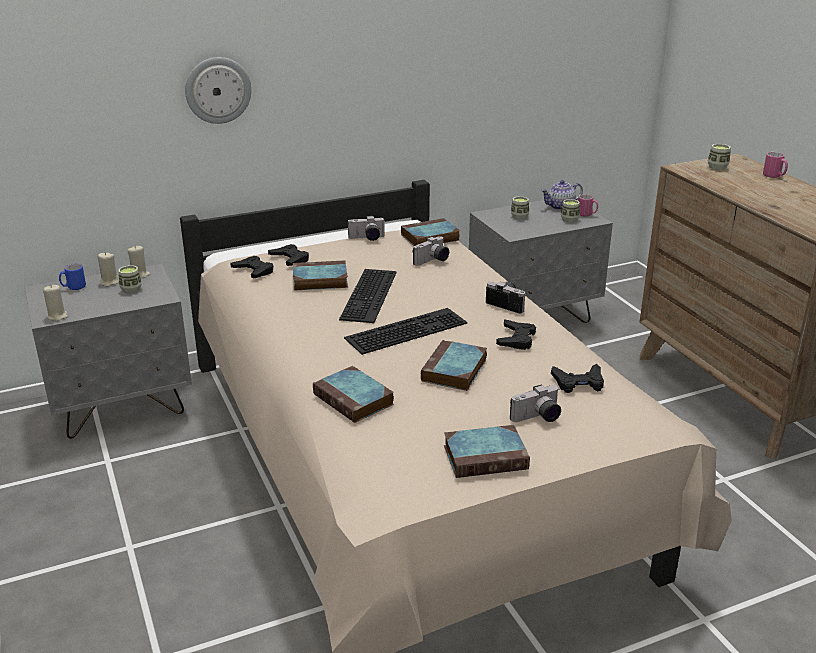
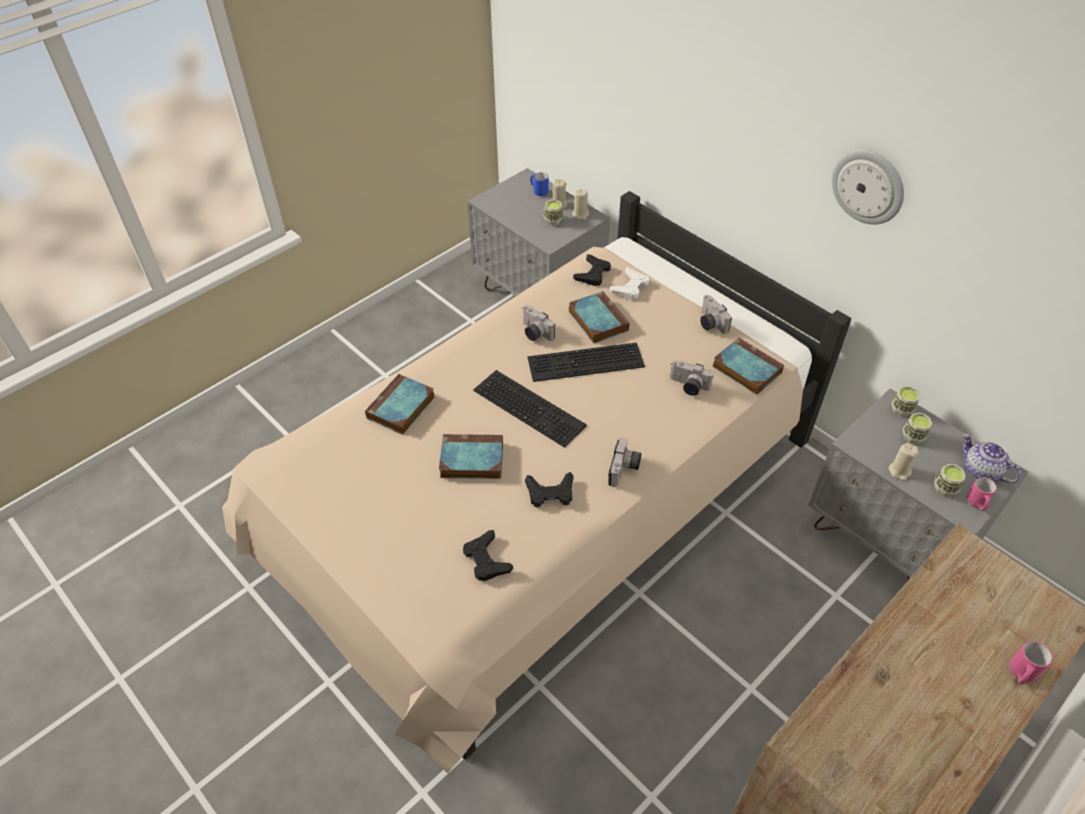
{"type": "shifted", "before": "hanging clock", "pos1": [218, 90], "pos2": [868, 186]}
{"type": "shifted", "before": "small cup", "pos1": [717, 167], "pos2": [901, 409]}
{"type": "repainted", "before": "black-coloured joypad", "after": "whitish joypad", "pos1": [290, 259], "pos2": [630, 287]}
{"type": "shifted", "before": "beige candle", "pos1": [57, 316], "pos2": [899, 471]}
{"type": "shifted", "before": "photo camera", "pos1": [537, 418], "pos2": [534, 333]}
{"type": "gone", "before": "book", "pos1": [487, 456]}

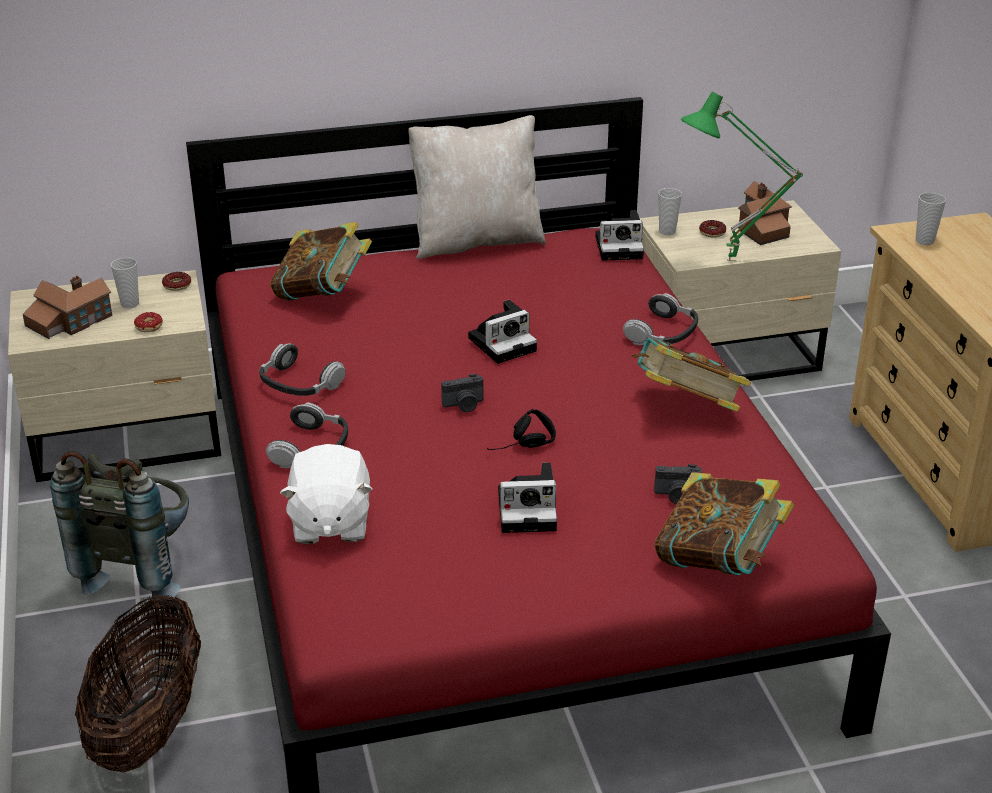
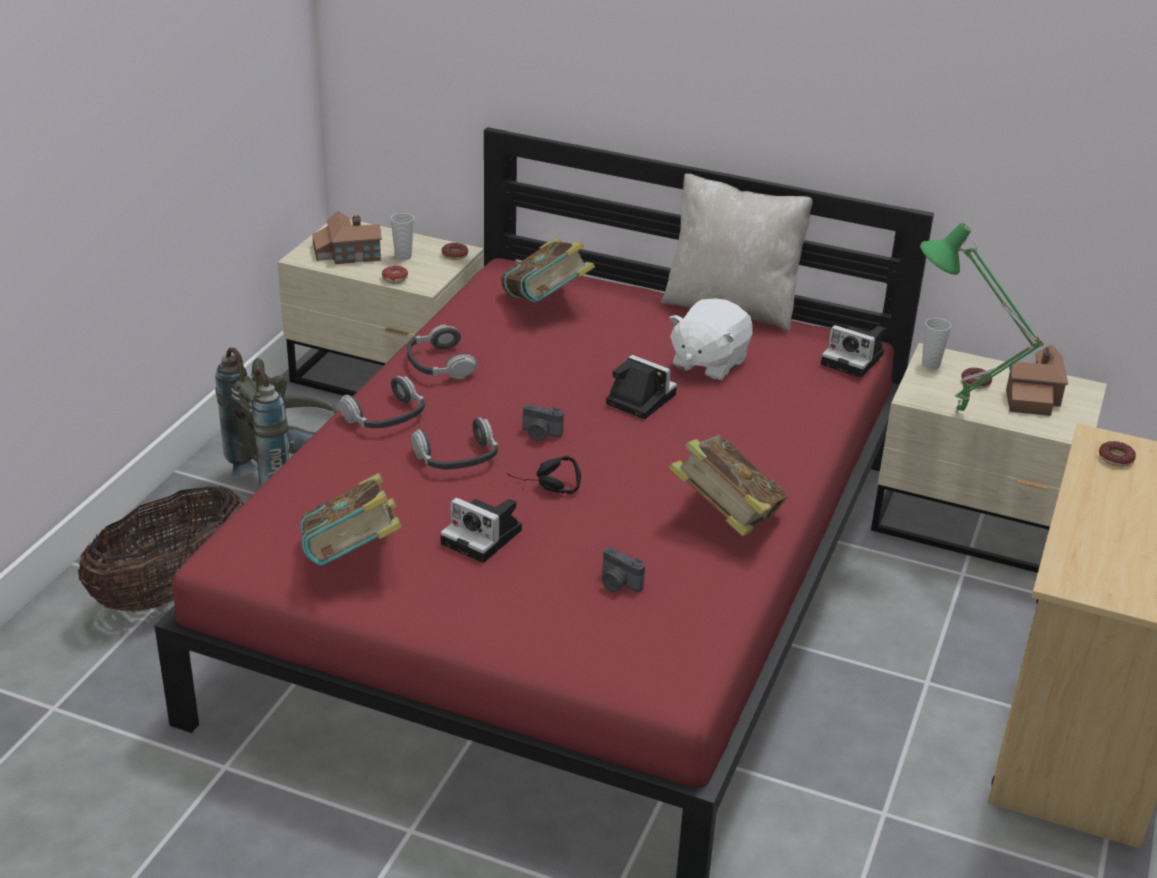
{"type": "swapped", "before": "small cup", "after": "doughnut", "pos1": [924, 241], "pos2": [1115, 458]}
{"type": "shifted", "before": "headset", "pos1": [663, 333], "pos2": [457, 457]}
{"type": "rotated", "before": "photo camera", "pos1": [504, 343], "pos2": [638, 399], "turn": -150}
{"type": "shifted", "before": "whitish soft toy", "pos1": [329, 523], "pos2": [708, 363]}
{"type": "shifted", "before": "book", "pos1": [719, 562], "pos2": [353, 558]}

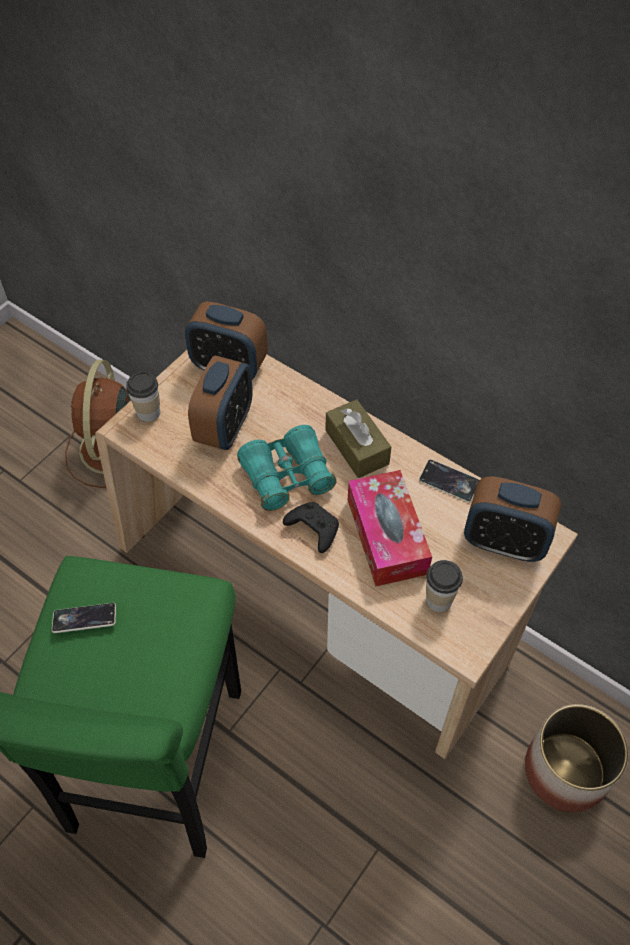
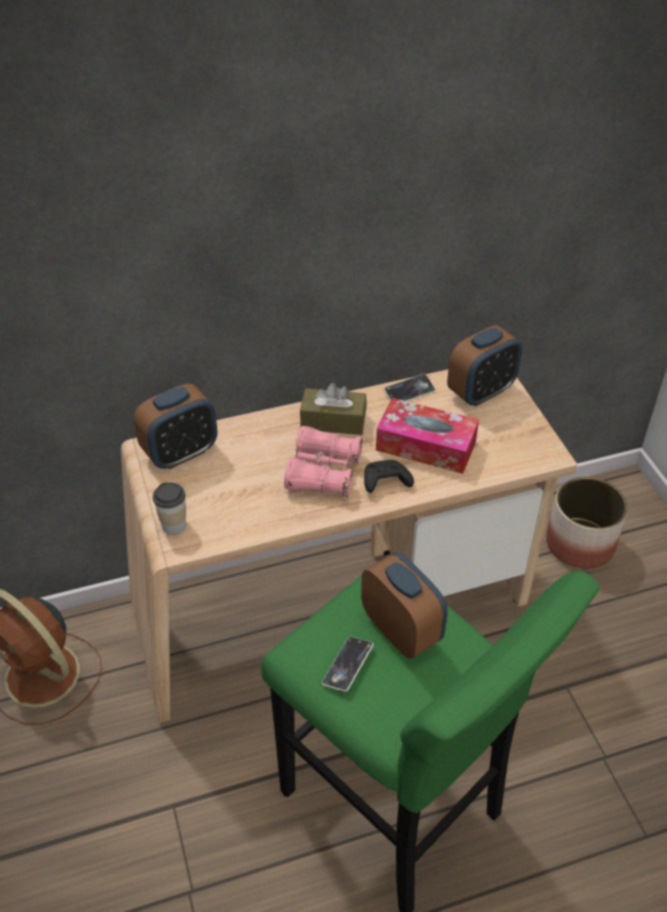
{"type": "shifted", "before": "alarm clock", "pos1": [225, 427], "pos2": [401, 630]}
{"type": "repainted", "before": "blue-green field glasses", "after": "pink-coloured field glasses", "pos1": [287, 476], "pos2": [323, 472]}
{"type": "gone", "before": "small cup", "pos1": [439, 600]}

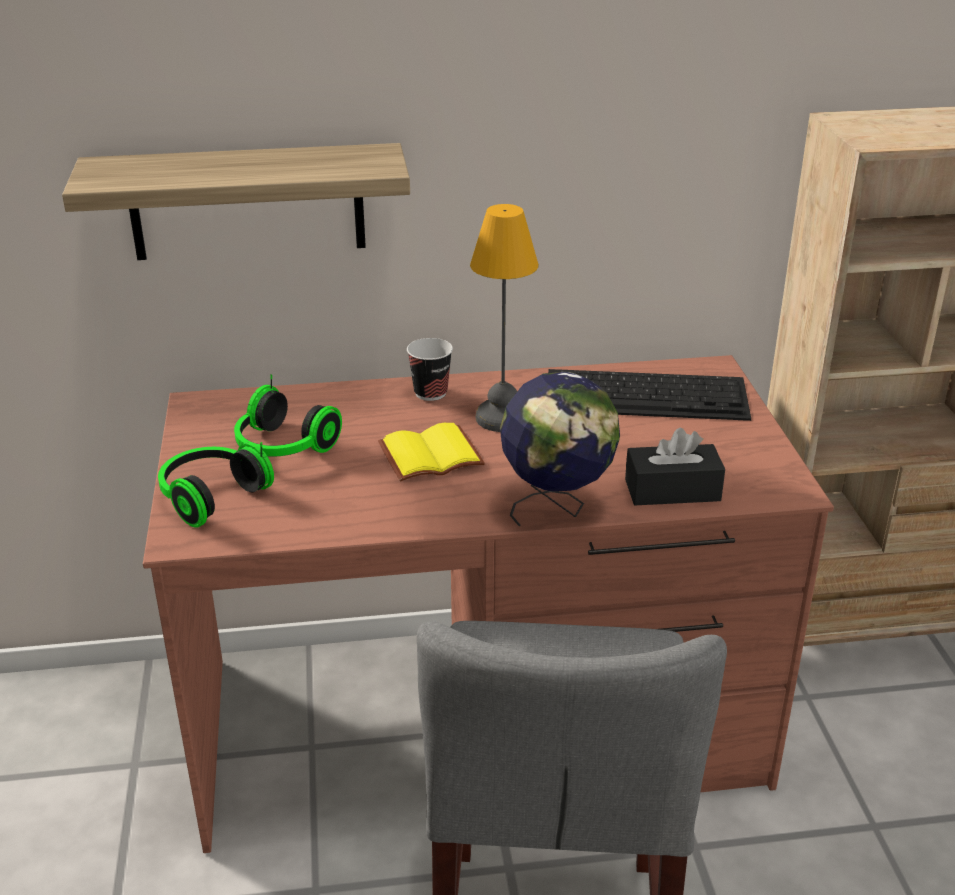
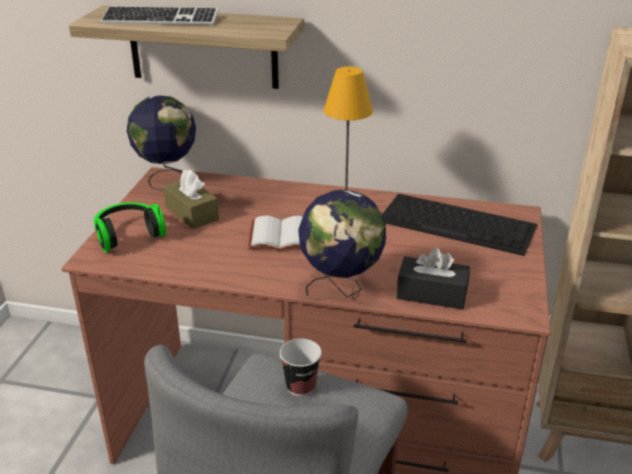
{"type": "shifted", "before": "small cup", "pos1": [430, 393], "pos2": [301, 386]}
{"type": "swapped", "before": "headset", "after": "brown-coloured box of tissues", "pos1": [282, 448], "pos2": [192, 213]}
{"type": "repainted", "before": "yellow book", "after": "whitish book", "pos1": [431, 454], "pos2": [282, 235]}
{"type": "new", "after": "computer keyboard", "pos2": [160, 19]}
{"type": "new", "after": "desk globe", "pos2": [167, 177]}

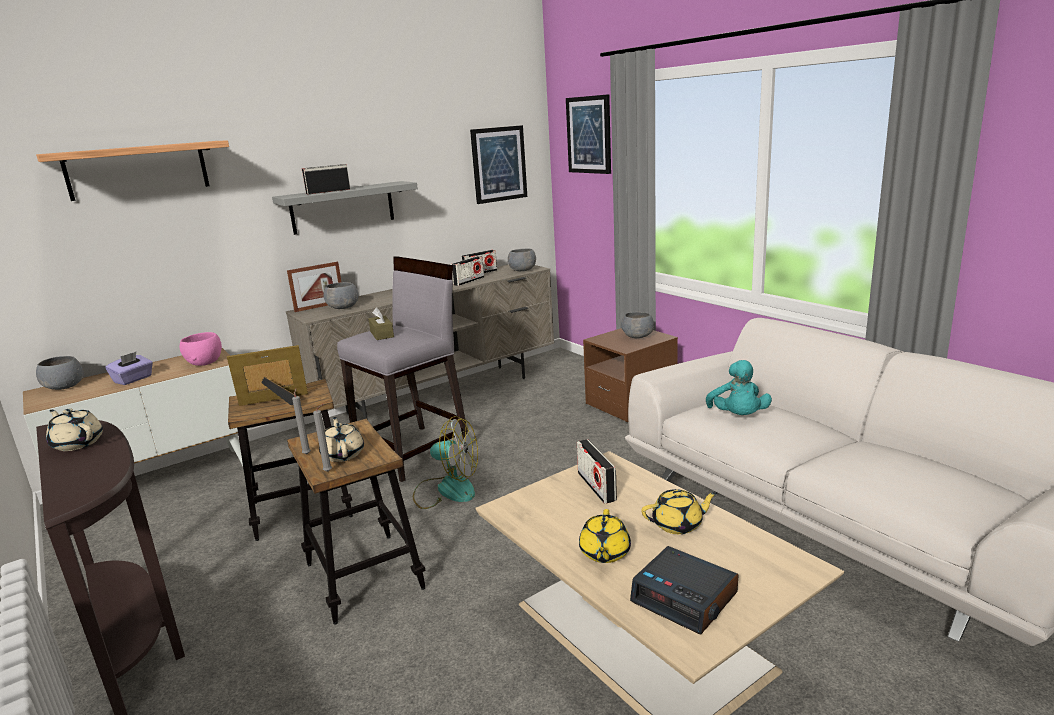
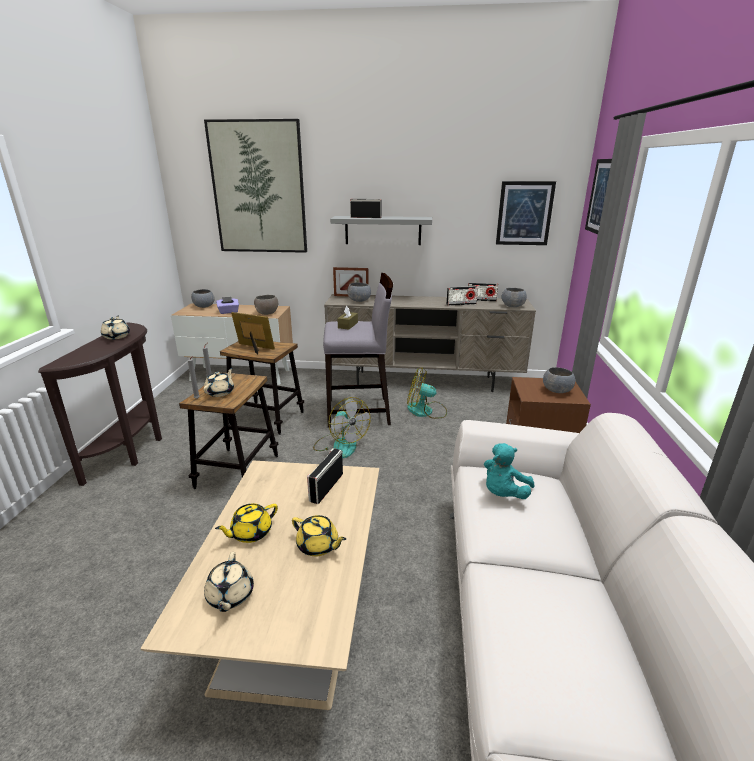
{"type": "swapped", "before": "shelf", "after": "picture", "pos1": [137, 170], "pos2": [258, 188]}
{"type": "repainted", "before": "pink-coloured deep dish", "after": "greyish deep dish", "pos1": [204, 362], "pos2": [267, 312]}
{"type": "swapped", "before": "alarm clock", "after": "beige teapot", "pos1": [685, 598], "pos2": [230, 596]}
{"type": "new", "after": "electric fan", "pos2": [426, 411]}

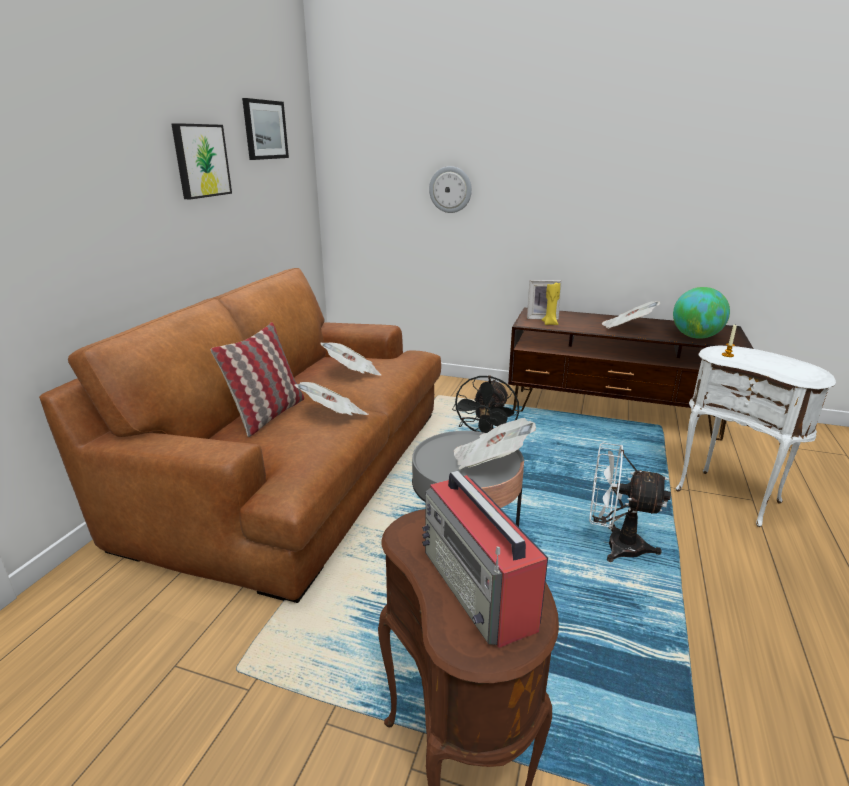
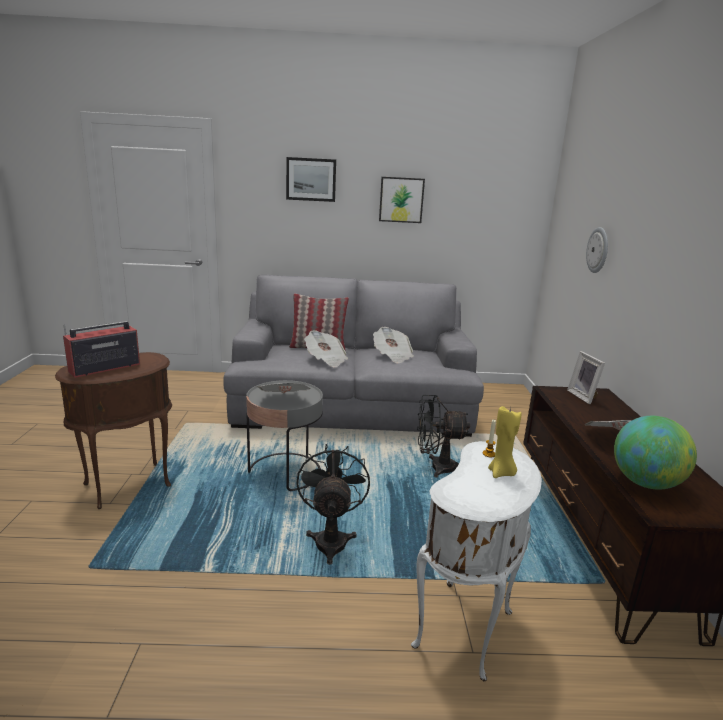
{"type": "shifted", "before": "picture", "pos1": [265, 130], "pos2": [311, 179]}
{"type": "repainted", "before": "brown-coloured settee", "after": "greyish settee", "pos1": [296, 470], "pos2": [352, 404]}
{"type": "shifted", "before": "yellow candle", "pos1": [550, 323], "pos2": [501, 473]}
{"type": "repainted", "before": "whitish electric fan", "after": "black-coloured electric fan", "pos1": [614, 545], "pos2": [331, 539]}

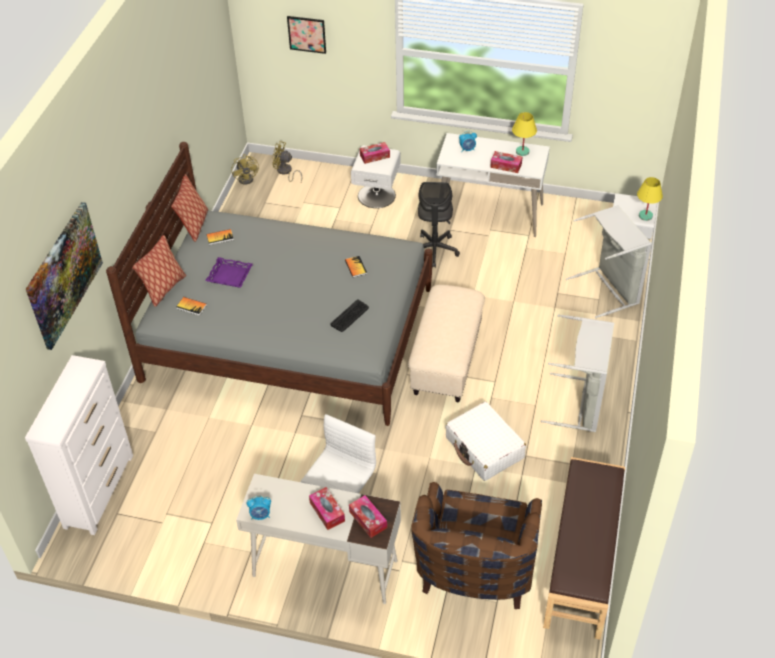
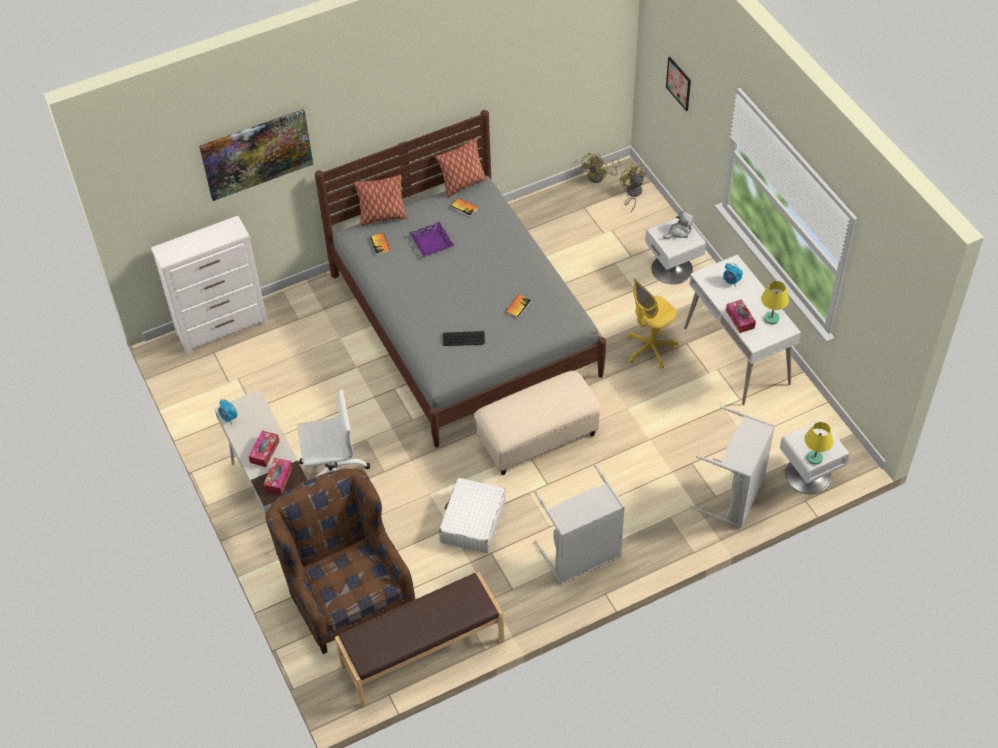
{"type": "swapped", "before": "box of tissues", "after": "soft toy", "pos1": [375, 156], "pos2": [679, 232]}
{"type": "repainted", "before": "greyish computer chair", "after": "yellow computer chair", "pos1": [434, 250], "pos2": [650, 349]}
{"type": "rotated", "before": "brown-coloured lounge chair", "pos1": [474, 577], "pos2": [347, 593], "turn": 90}

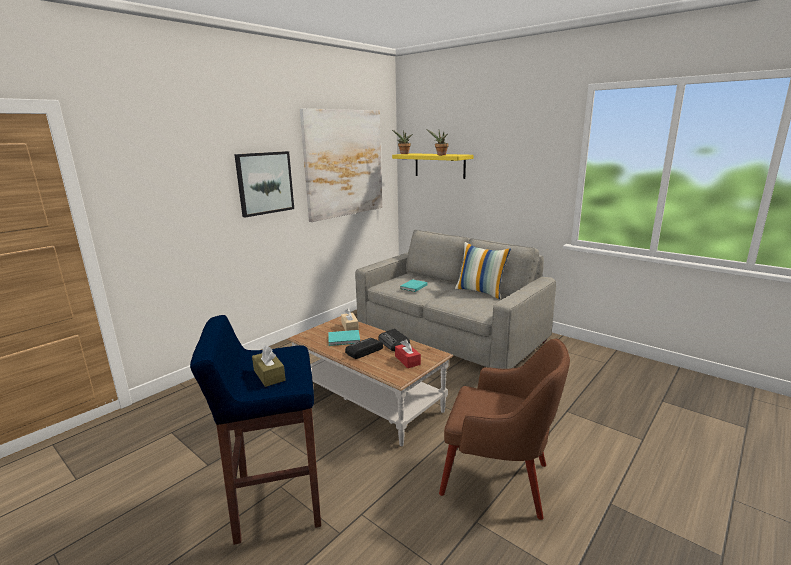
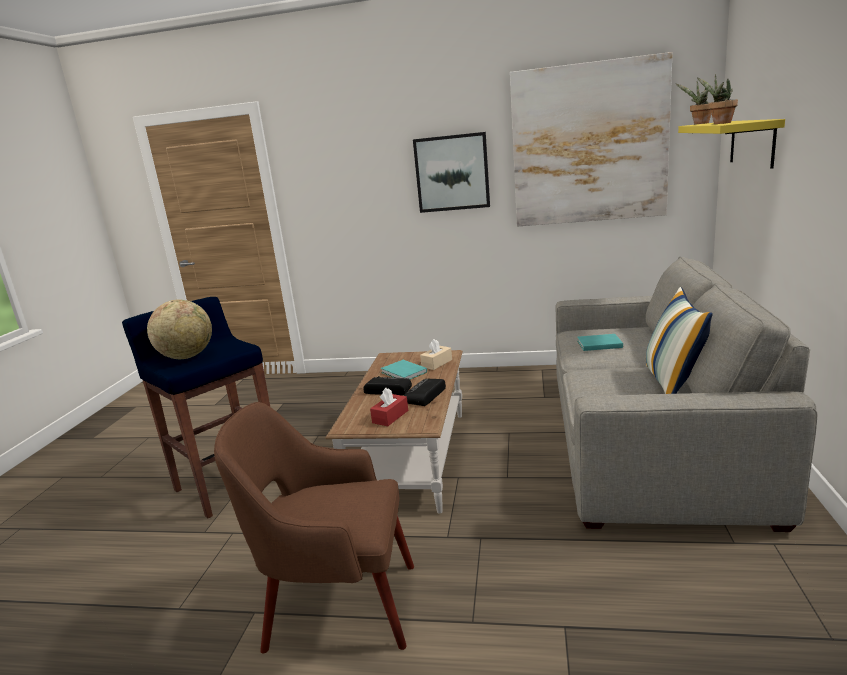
{"type": "rotated", "before": "brown-coloured lounge chair", "pos1": [498, 479], "pos2": [337, 605], "turn": 105}
{"type": "swapped", "before": "brown-coloured box of tissues", "after": "desk globe", "pos1": [269, 375], "pos2": [187, 356]}

